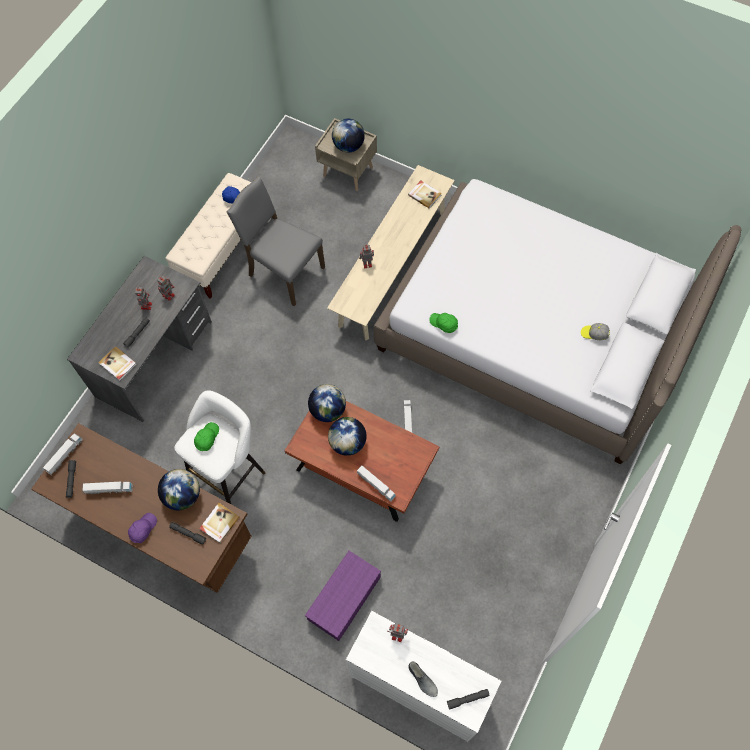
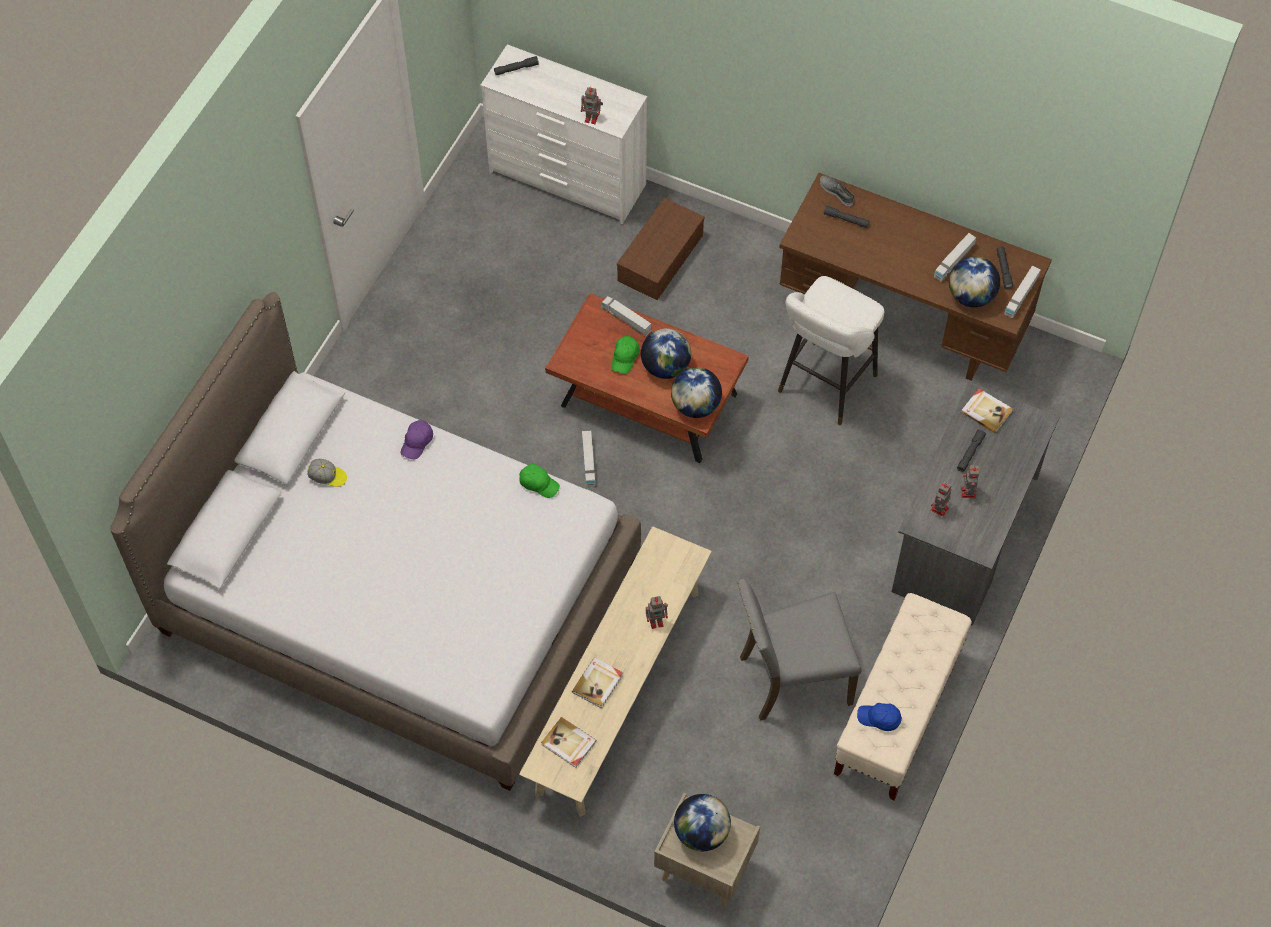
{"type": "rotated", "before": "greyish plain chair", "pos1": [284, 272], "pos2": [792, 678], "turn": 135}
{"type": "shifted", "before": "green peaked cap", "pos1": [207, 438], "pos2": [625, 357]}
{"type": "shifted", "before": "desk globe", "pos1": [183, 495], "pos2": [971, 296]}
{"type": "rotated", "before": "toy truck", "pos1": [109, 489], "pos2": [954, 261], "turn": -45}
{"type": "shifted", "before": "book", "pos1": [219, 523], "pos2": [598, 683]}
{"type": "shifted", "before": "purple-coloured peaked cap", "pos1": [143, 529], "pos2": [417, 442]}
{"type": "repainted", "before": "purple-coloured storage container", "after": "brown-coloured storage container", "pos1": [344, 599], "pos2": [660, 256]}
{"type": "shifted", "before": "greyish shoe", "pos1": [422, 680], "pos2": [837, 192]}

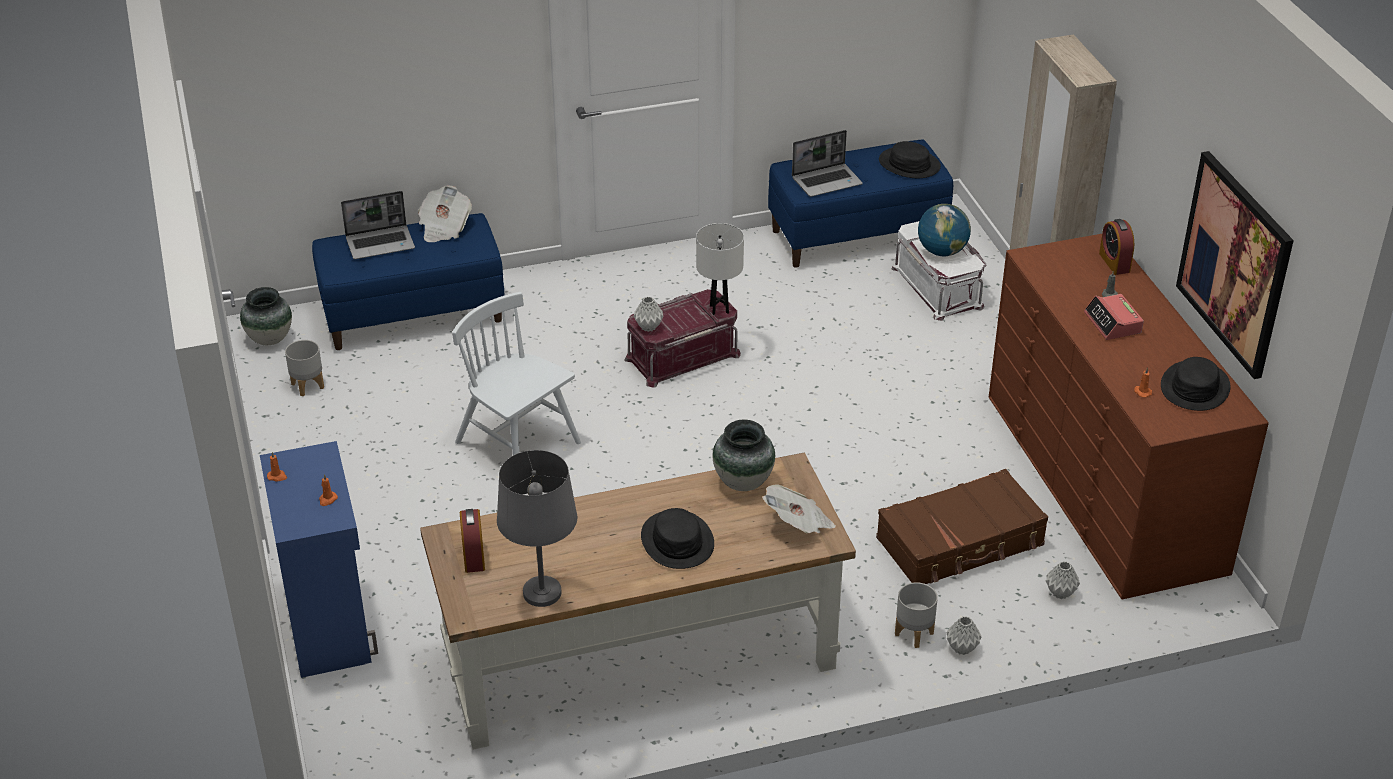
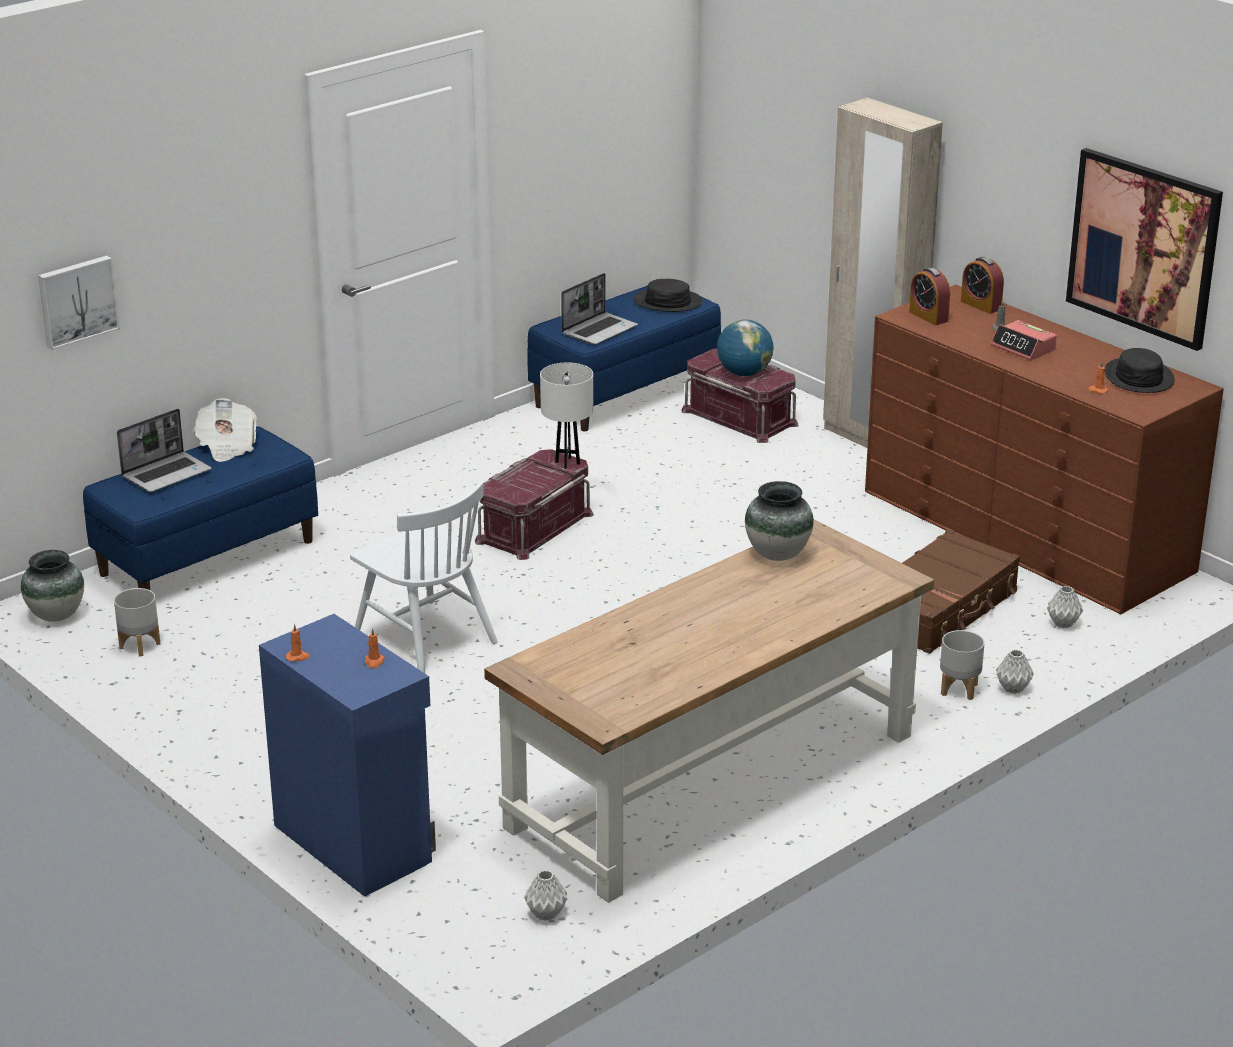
{"type": "repainted", "before": "whitish storage container", "after": "red-coloured storage container", "pos1": [938, 287], "pos2": [740, 417]}
{"type": "rotated", "before": "whitish plain chair", "pos1": [518, 443], "pos2": [424, 638], "turn": -150}
{"type": "shifted", "before": "greyish decorative vase", "pos1": [648, 327], "pos2": [545, 914]}
{"type": "gone", "before": "greyish table lamp", "pos1": [542, 592]}
{"type": "gone", "before": "daily paper", "pos1": [798, 524]}
{"type": "gone", "before": "black-coloured wearable hat", "pos1": [677, 541]}
{"type": "shifted", "before": "alarm clock", "pos1": [473, 556], "pos2": [928, 316]}
{"type": "new", "after": "picture", "pos2": [77, 301]}

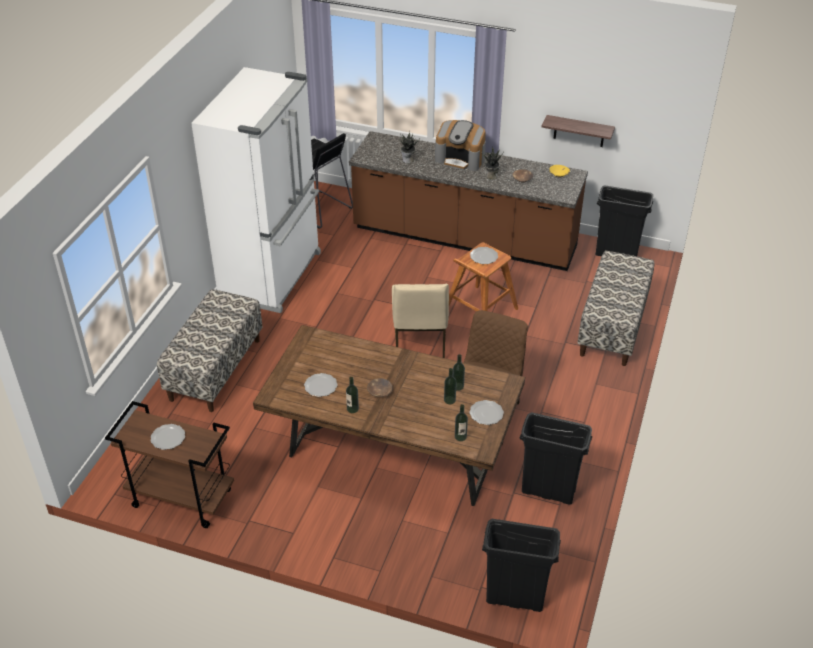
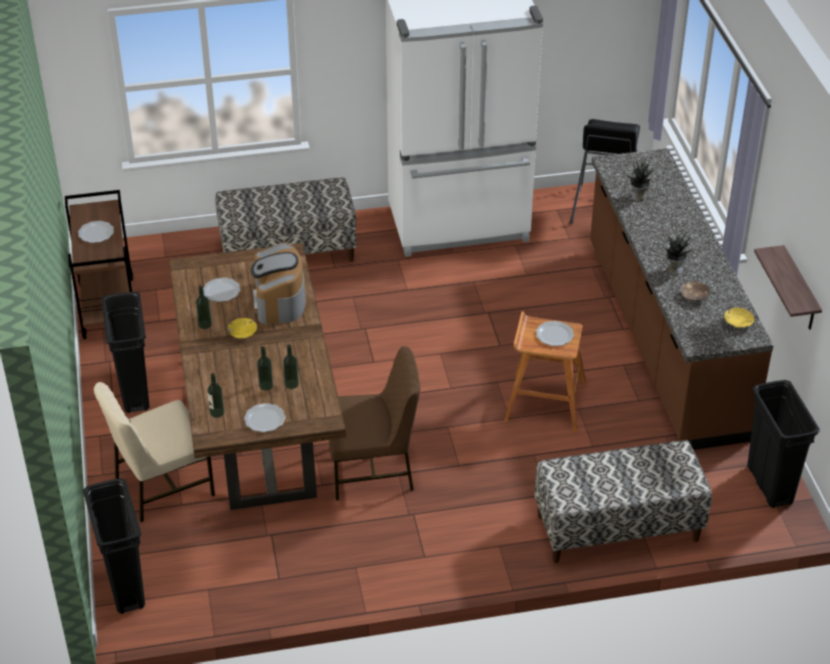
{"type": "shifted", "before": "coffee maker", "pos1": [460, 159], "pos2": [279, 301]}
{"type": "shifted", "before": "beige plain chair", "pos1": [419, 343], "pos2": [162, 487]}
{"type": "repainted", "before": "brown-coloured deep dish", "after": "yellow deep dish", "pos1": [379, 392], "pos2": [242, 332]}
{"type": "shifted", "before": "black-coloured trash can", "pos1": [547, 492], "pos2": [134, 392]}

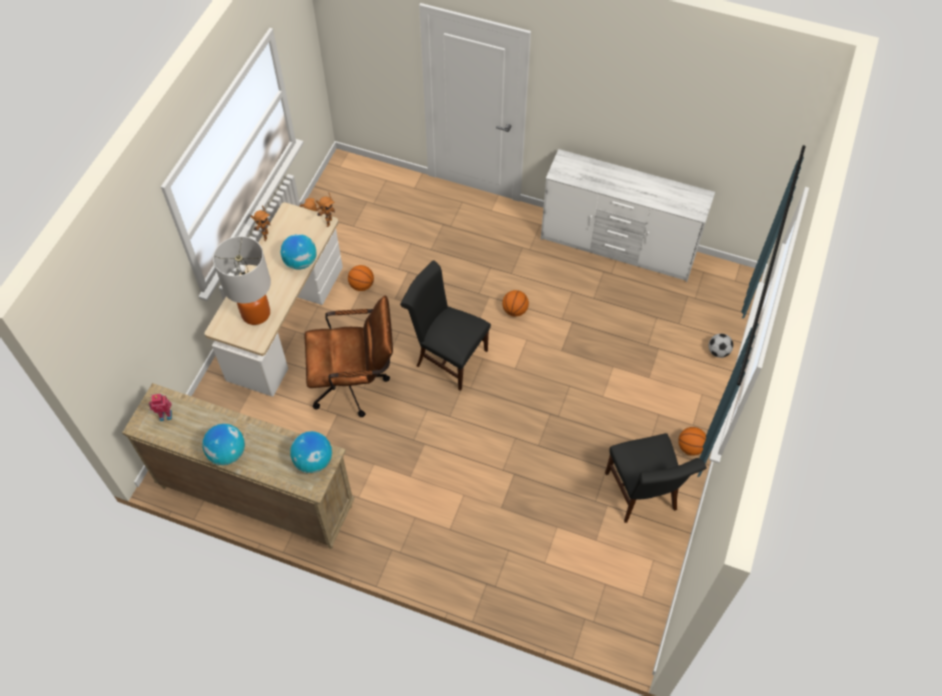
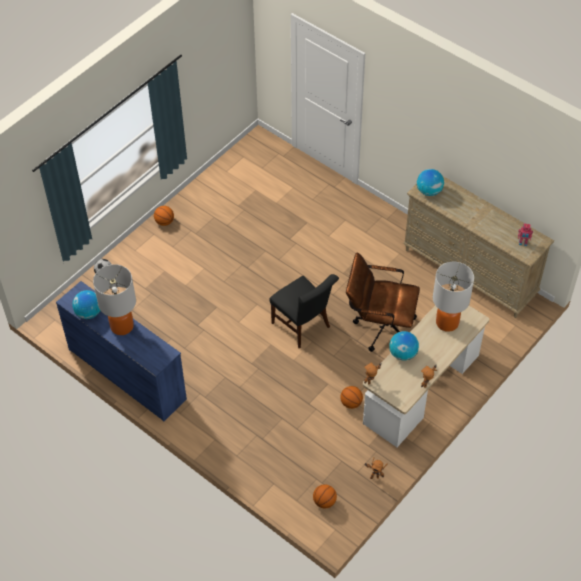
{"type": "repainted", "before": "whitish drawer chest", "after": "blue-coloured drawer chest", "pos1": [618, 247], "pos2": [127, 373]}
{"type": "shifted", "before": "ball for basketball", "pos1": [515, 310], "pos2": [324, 501]}
{"type": "shifted", "before": "desk globe", "pos1": [227, 453], "pos2": [88, 313]}
{"type": "gone", "before": "black-coloured plain chair", "pos1": [643, 495]}
{"type": "new", "after": "table lamp", "pos2": [122, 326]}

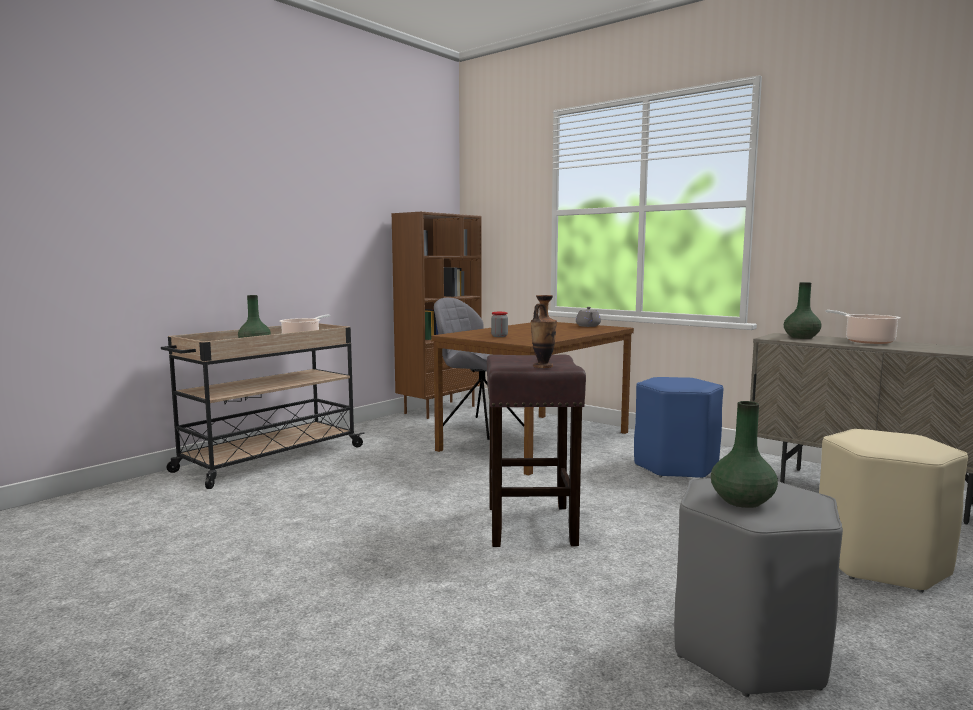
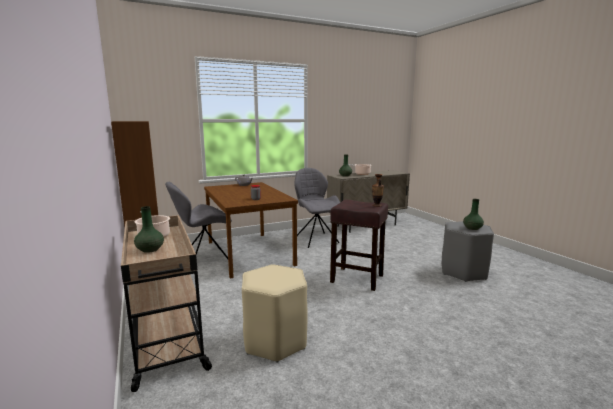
{"type": "swapped", "before": "blue-coloured sitting stool", "after": "greyish plain chair", "pos1": [676, 466], "pos2": [316, 239]}
{"type": "shifted", "before": "beige sitting stool", "pos1": [881, 563], "pos2": [275, 340]}

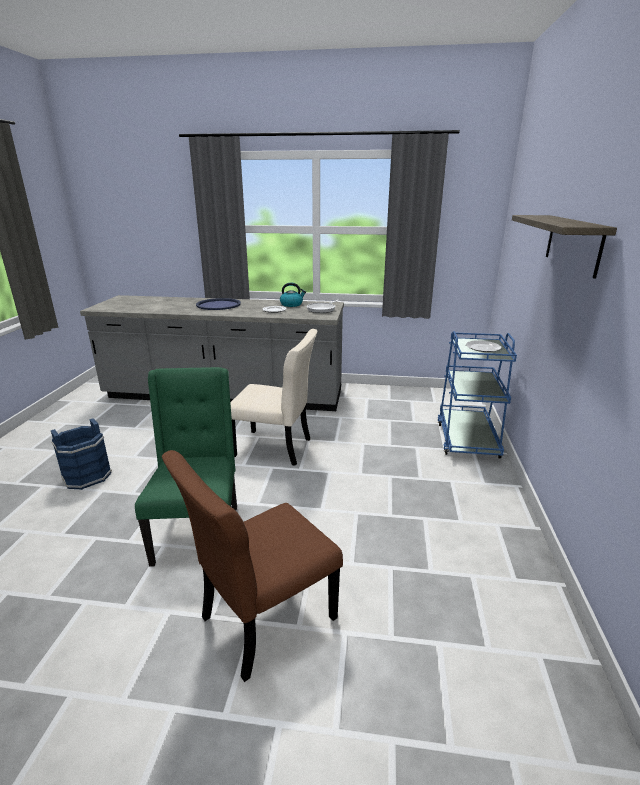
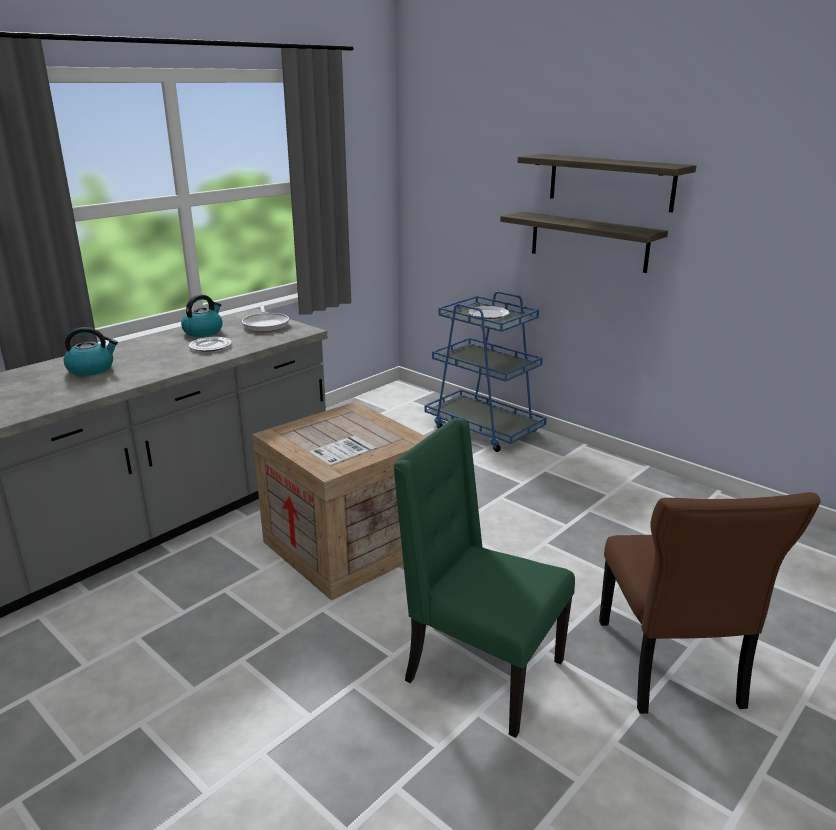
{"type": "swapped", "before": "blue-coloured carrying tray", "after": "tea kettle", "pos1": [218, 305], "pos2": [91, 369]}
{"type": "swapped", "before": "beige plain chair", "after": "packing crate", "pos1": [276, 448], "pos2": [350, 546]}
{"type": "gone", "before": "blue-coloured pail", "pos1": [87, 476]}
{"type": "new", "after": "shelf", "pos2": [588, 241]}

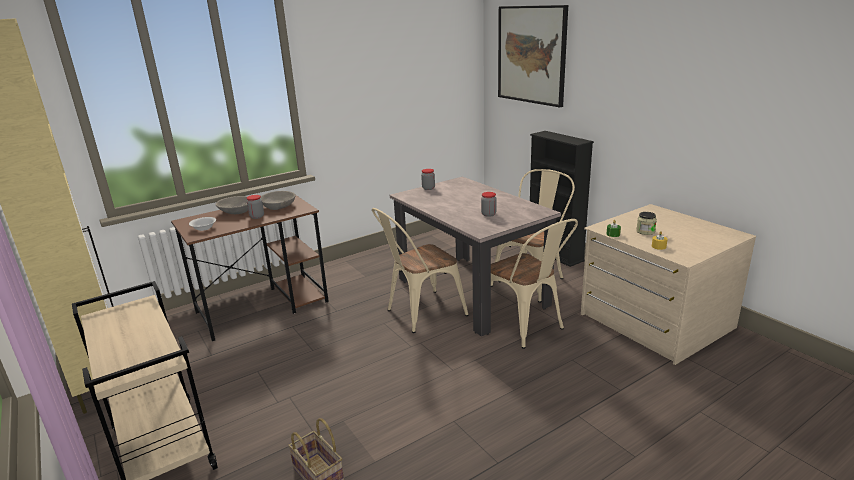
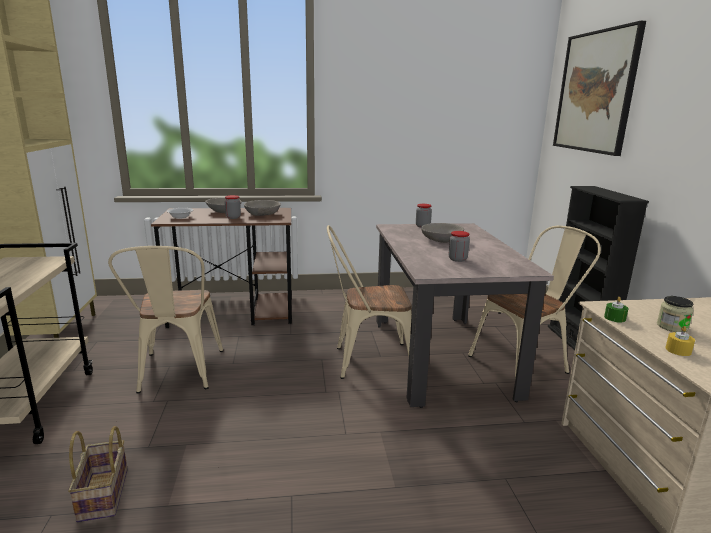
{"type": "shifted", "before": "beige plain chair", "pos1": [525, 327], "pos2": [178, 374]}
{"type": "new", "after": "greyish deep dish", "pos2": [441, 240]}

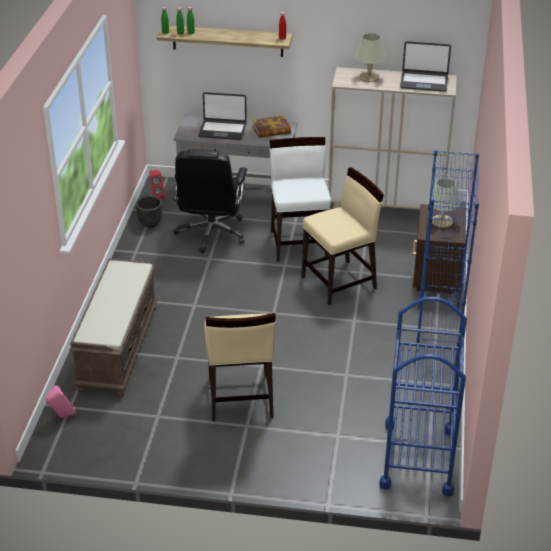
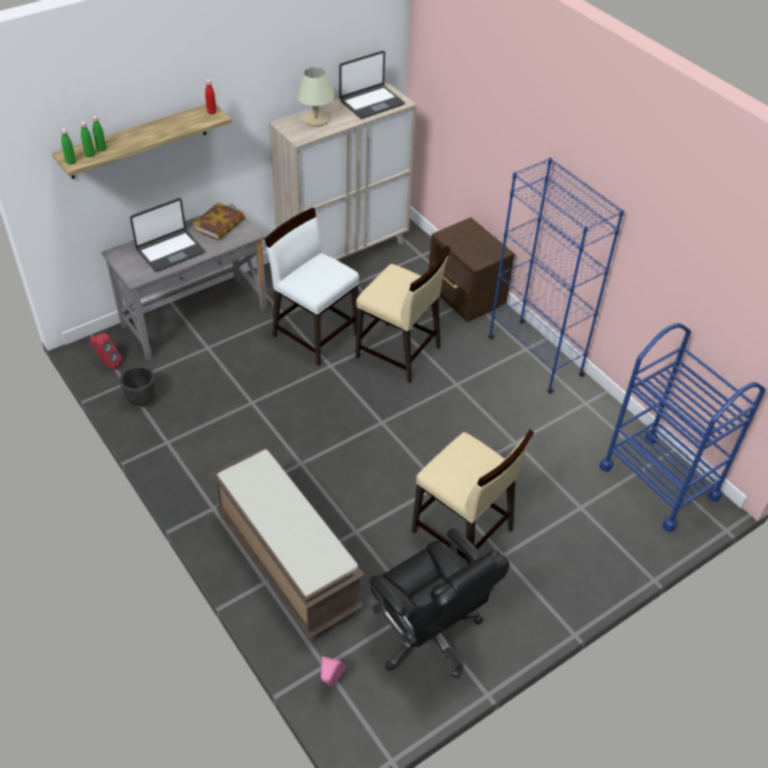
{"type": "shifted", "before": "black-coloured computer chair", "pos1": [211, 233], "pos2": [428, 634]}
{"type": "rotated", "before": "beige plain chair", "pos1": [340, 282], "pos2": [398, 353], "turn": 105}
{"type": "gone", "before": "beige table lamp", "pos1": [441, 221]}

